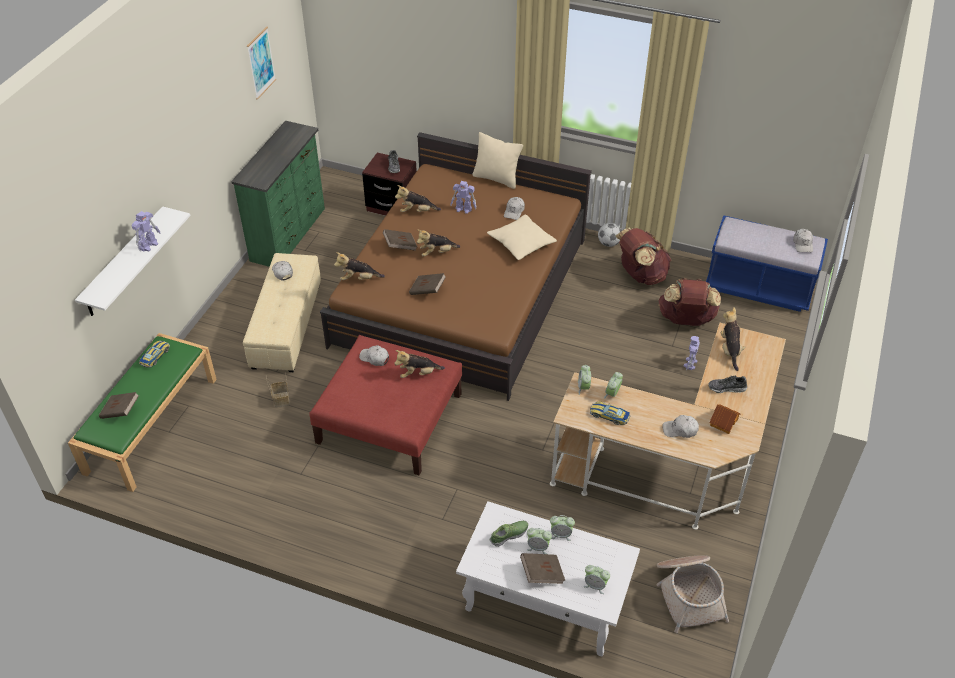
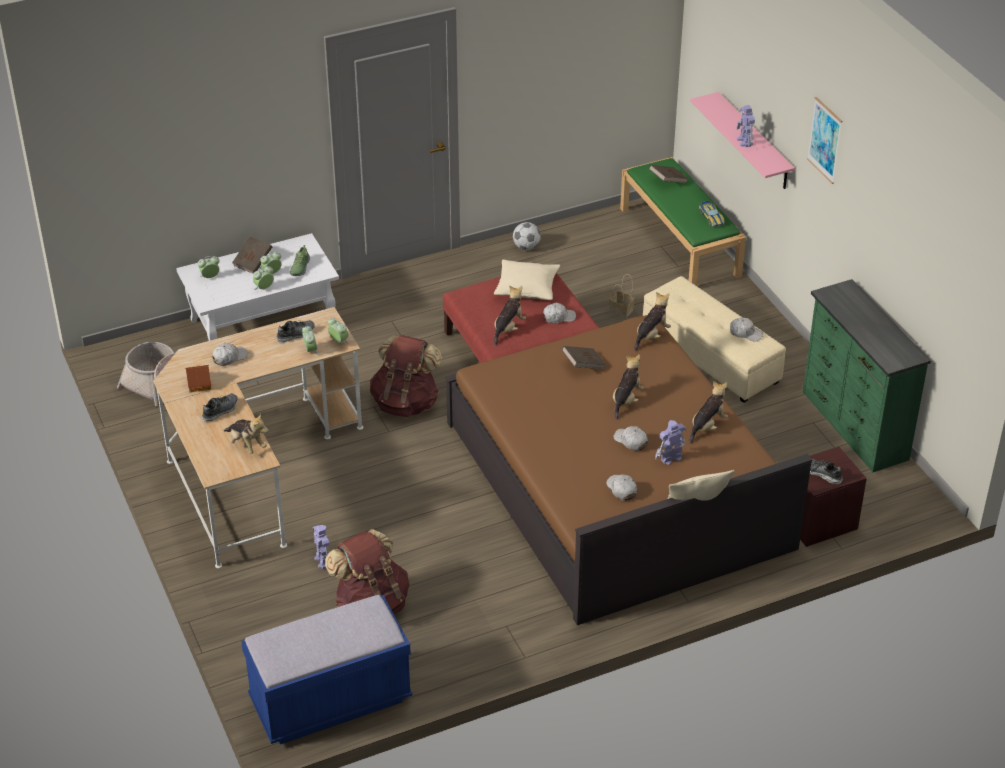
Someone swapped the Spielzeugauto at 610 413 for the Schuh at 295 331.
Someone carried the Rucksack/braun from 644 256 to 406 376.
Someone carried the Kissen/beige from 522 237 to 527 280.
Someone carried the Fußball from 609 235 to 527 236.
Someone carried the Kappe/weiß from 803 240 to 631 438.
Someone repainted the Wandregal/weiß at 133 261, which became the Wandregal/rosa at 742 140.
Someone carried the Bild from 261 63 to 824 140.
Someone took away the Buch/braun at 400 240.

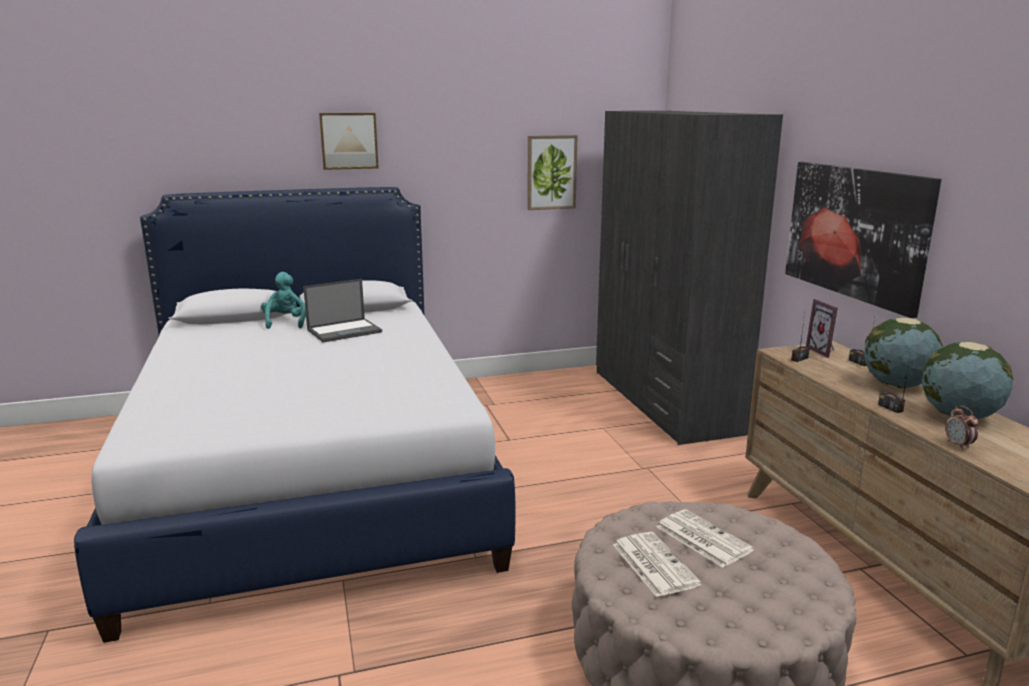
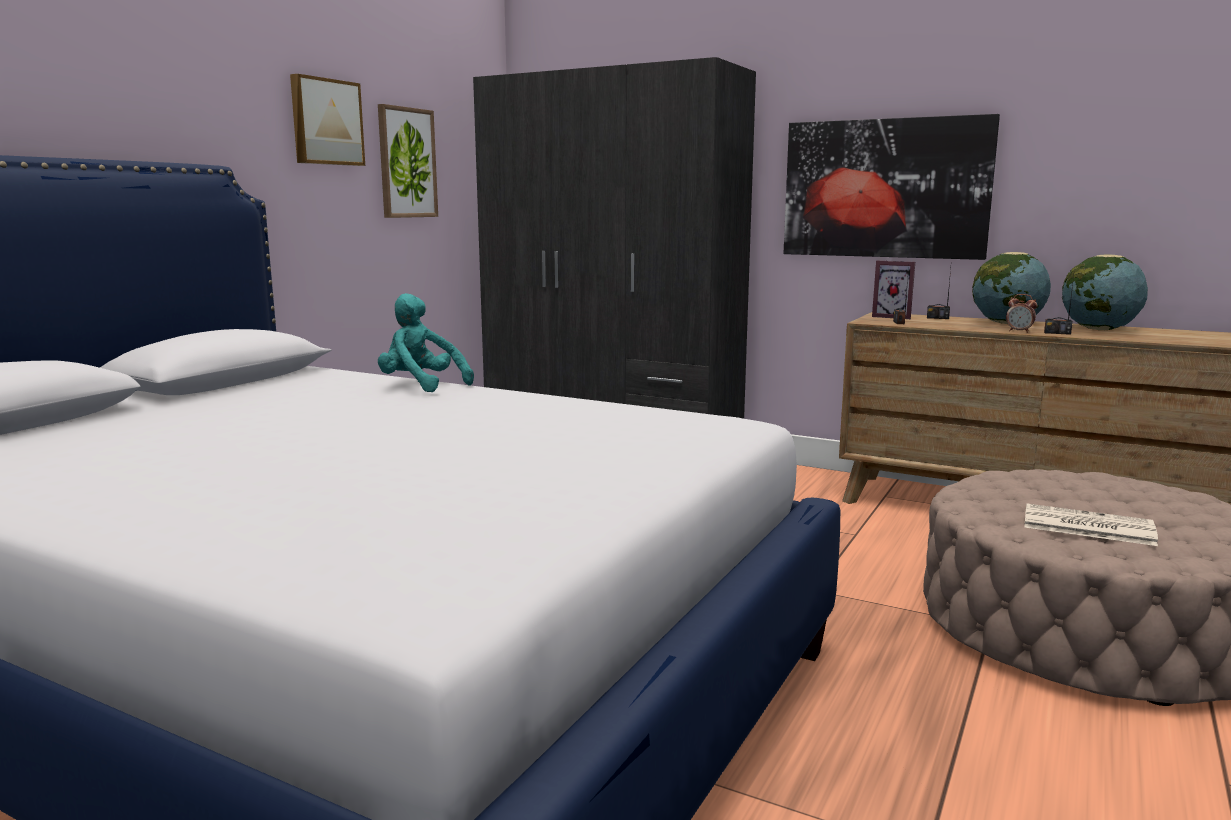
Someone carried the Bild from 349 141 to 327 120.
Someone carried the Plüschtier/türkis from 283 300 to 426 342.
Someone carried the Wecker from 961 428 to 1021 313.
Someone took away the Laptop at 342 311.
Someone took away the Zeitung at 705 538.

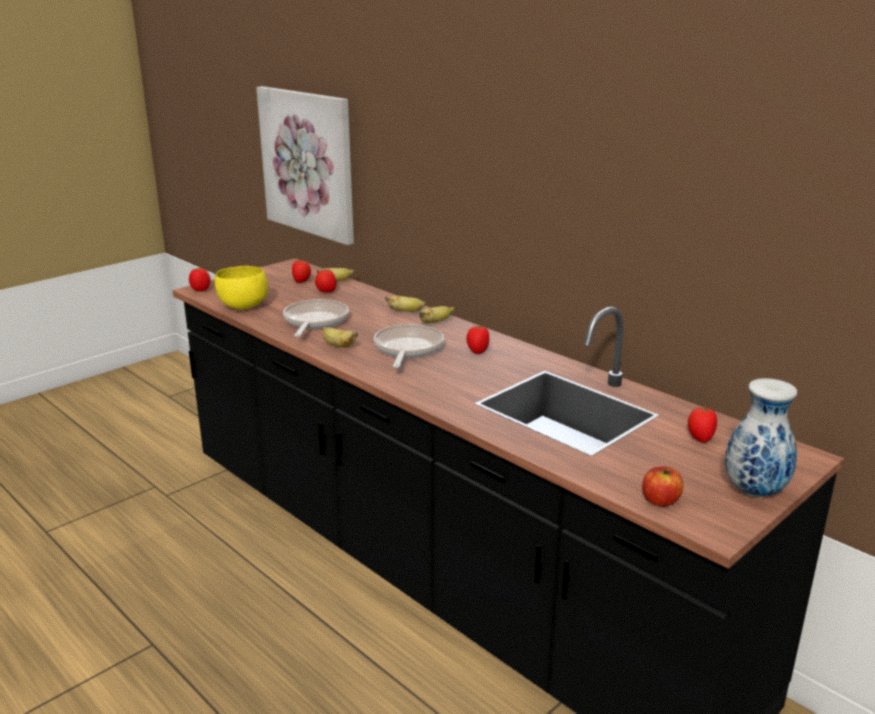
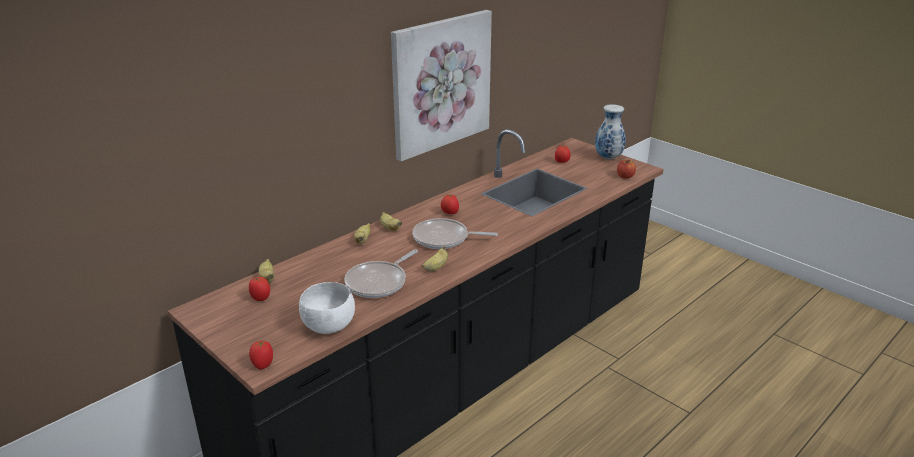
Someone repainted the Schüssel/gelb at 241 288, which became the Schüssel/weiß at 327 308.
Someone rotated the Pfanne at 316 318 by 60 degrees counterclockwise.
Someone carried the Bild from 305 165 to 441 85.
Someone took away the Tomate at 326 280.

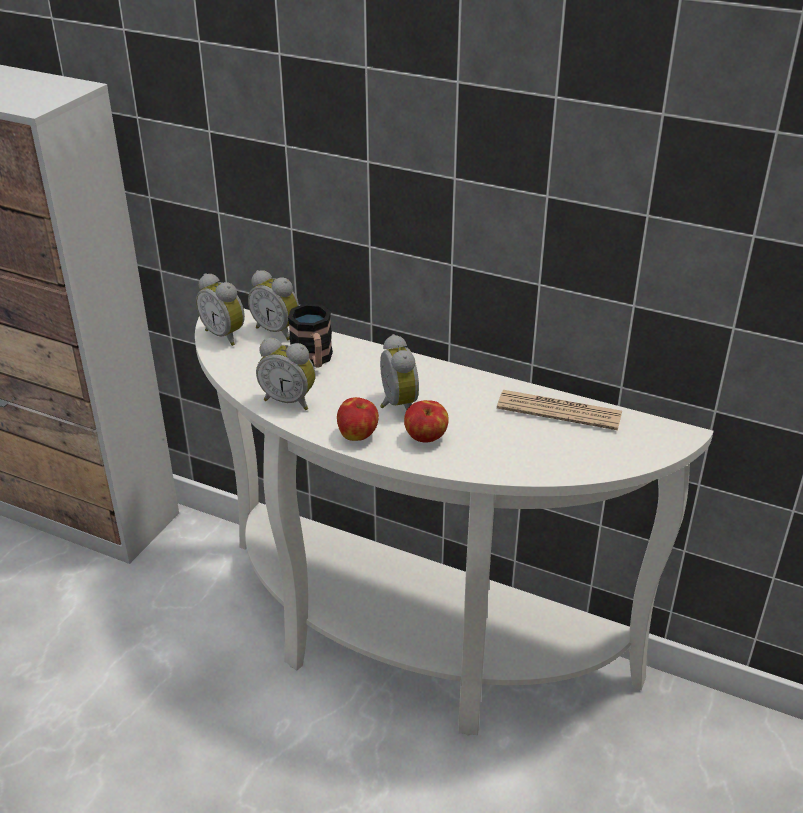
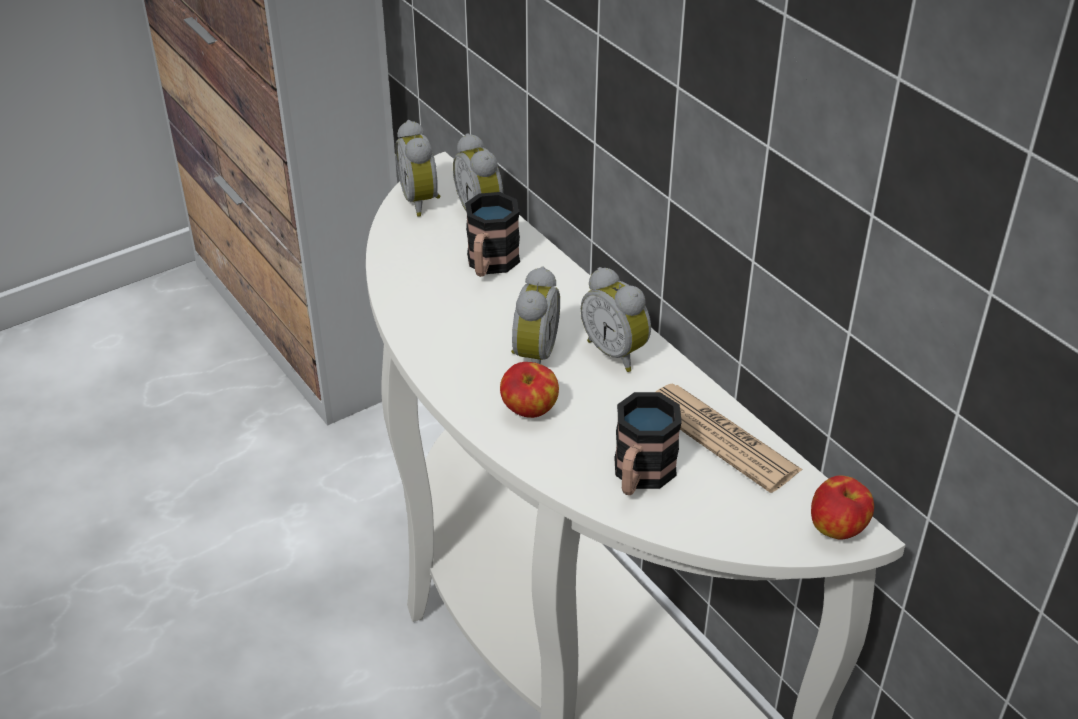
Someone carried the Wecker from 286 374 to 615 319.
Someone put down the Henkelbecher at 648 443.
Someone carried the Apfel from 358 419 to 842 507.

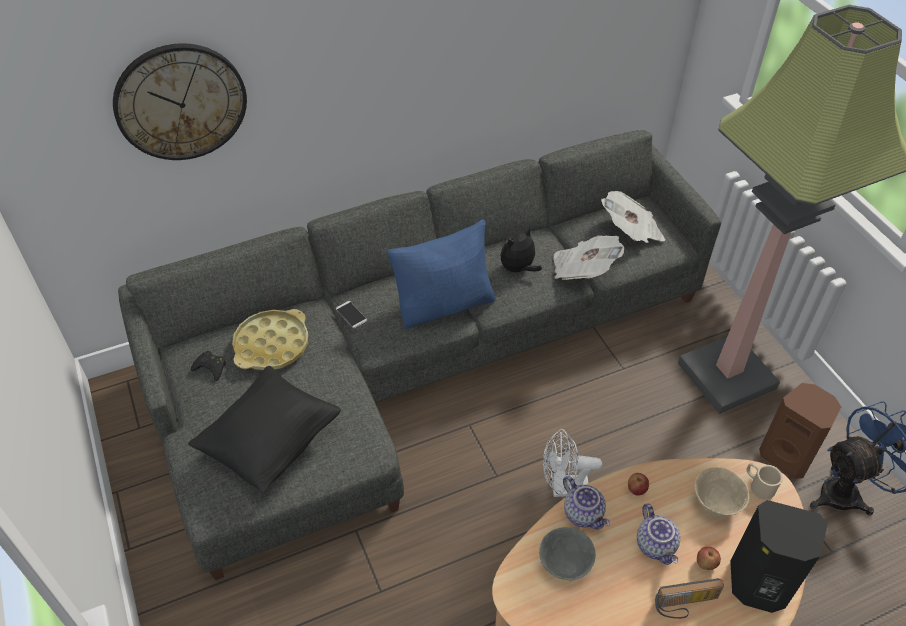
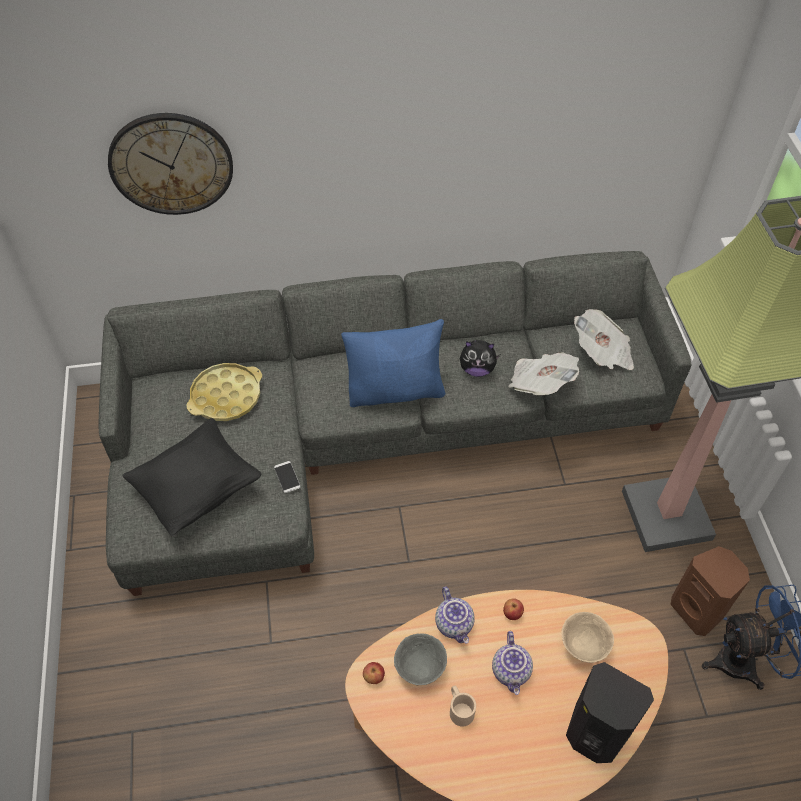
Someone carried the Handy from 351 314 to 287 477.
Someone carried the Apfel from 709 558 to 374 673.
Someone carried the Henkelbecher/beige from 765 481 to 463 706.
Someone rotated the Plüschtier at 521 250 by 150 degrees counterclockwise.
Someone took away the Gamepad/schwarz at 208 366.
Someone took away the Ventilator/weiß at 572 463.
Someone took away the Radio at 689 598.

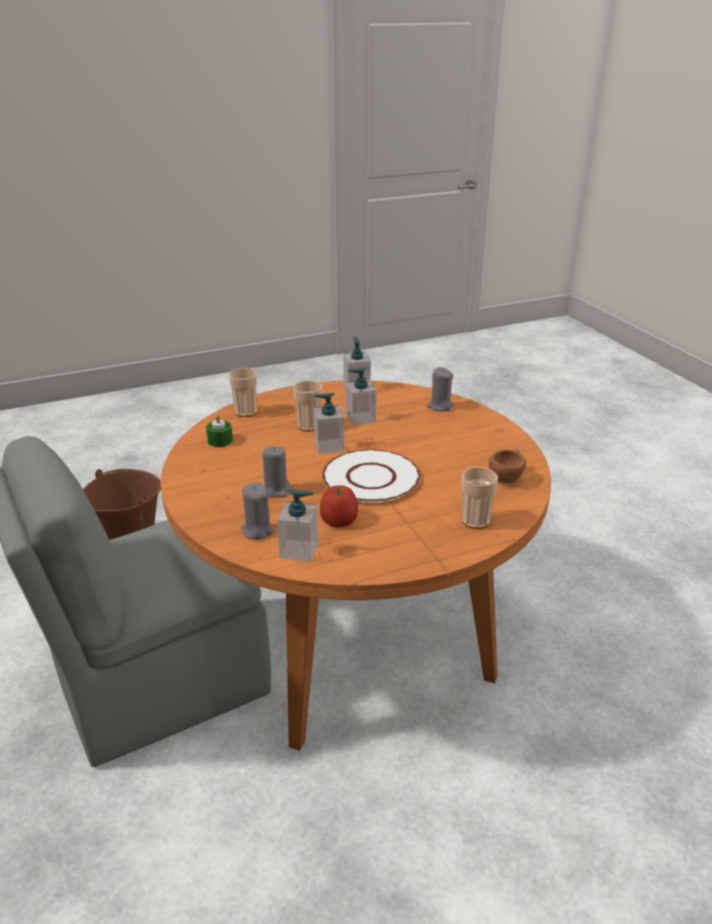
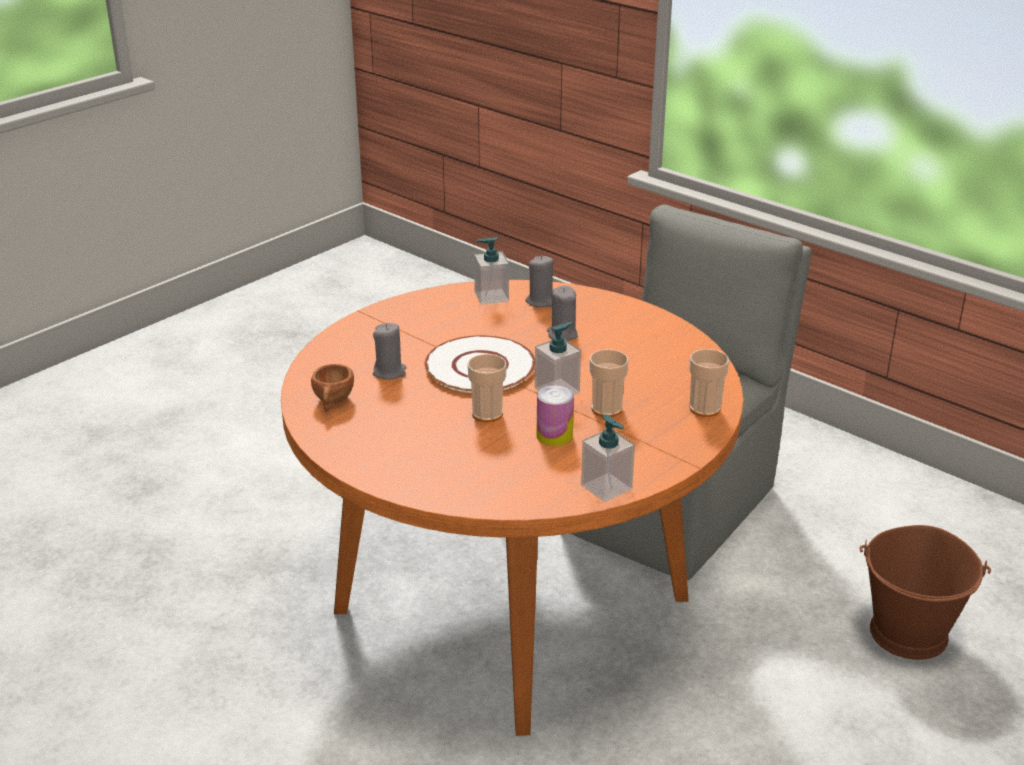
Someone carried the Kerze/grau from 440 389 to 389 351.
Someone carried the Tasse from 479 498 to 487 388.
Someone swapped the Seifenspender at 361 396 for the Dose at 555 415.
Someone took away the Kerze/grün at 219 430.
Someone took away the Apfel at 339 506.

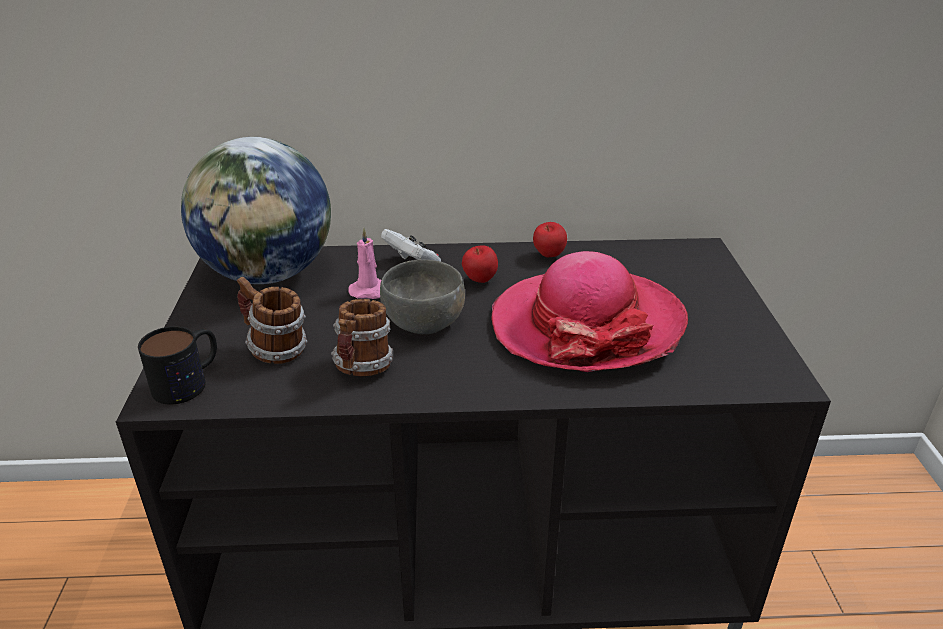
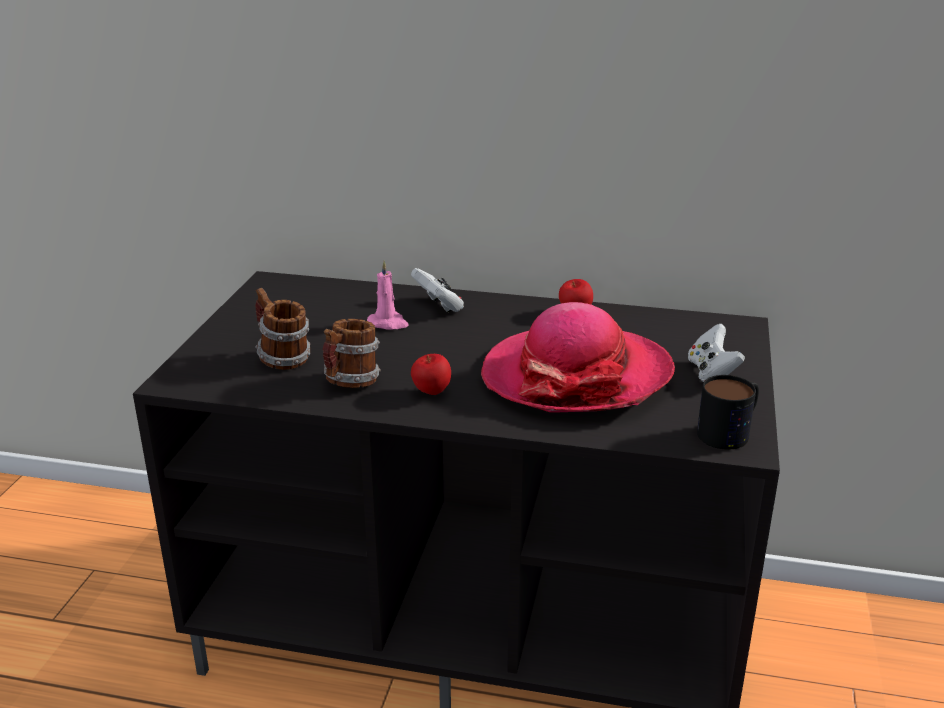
Someone carried the Apfel from 480 264 to 431 374.
Someone put down the Gamepad/weiß at 716 353.
Someone carried the Henkelbecher from 177 365 to 728 412.
Someone took away the Globus at 256 210.
Someone took away the Schüssel/grau at 422 297.

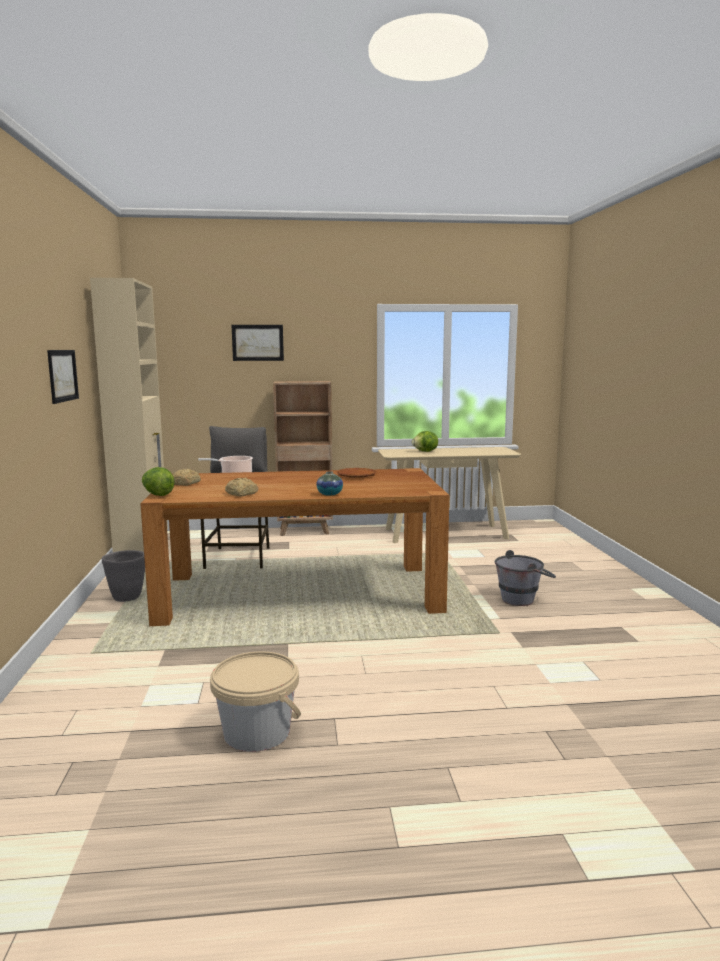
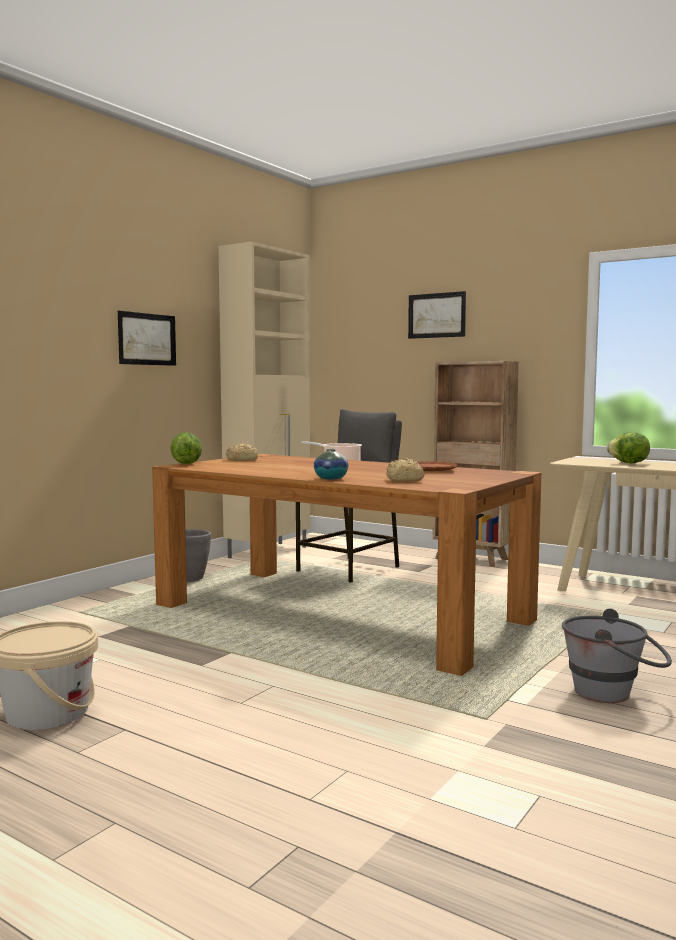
Someone carried the Brot from 242 487 to 406 470.

